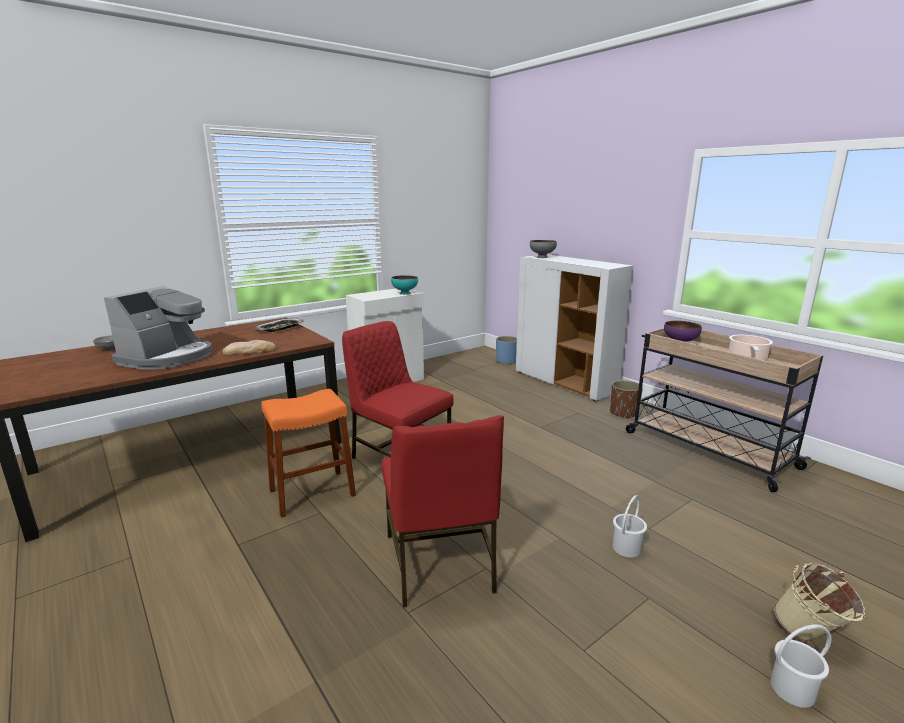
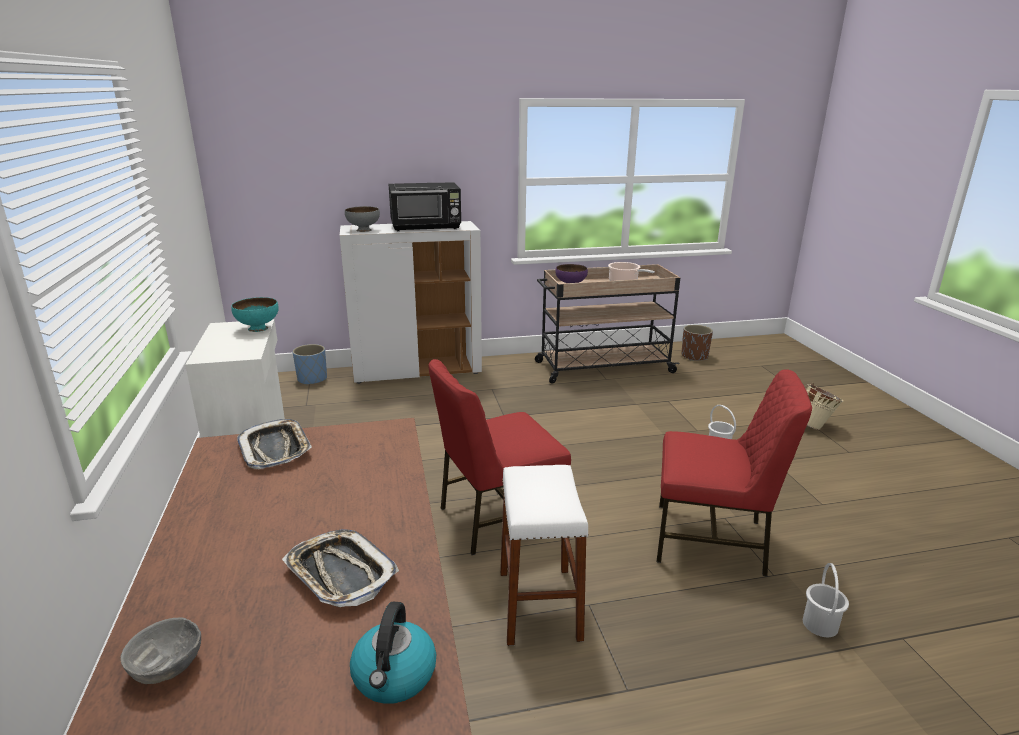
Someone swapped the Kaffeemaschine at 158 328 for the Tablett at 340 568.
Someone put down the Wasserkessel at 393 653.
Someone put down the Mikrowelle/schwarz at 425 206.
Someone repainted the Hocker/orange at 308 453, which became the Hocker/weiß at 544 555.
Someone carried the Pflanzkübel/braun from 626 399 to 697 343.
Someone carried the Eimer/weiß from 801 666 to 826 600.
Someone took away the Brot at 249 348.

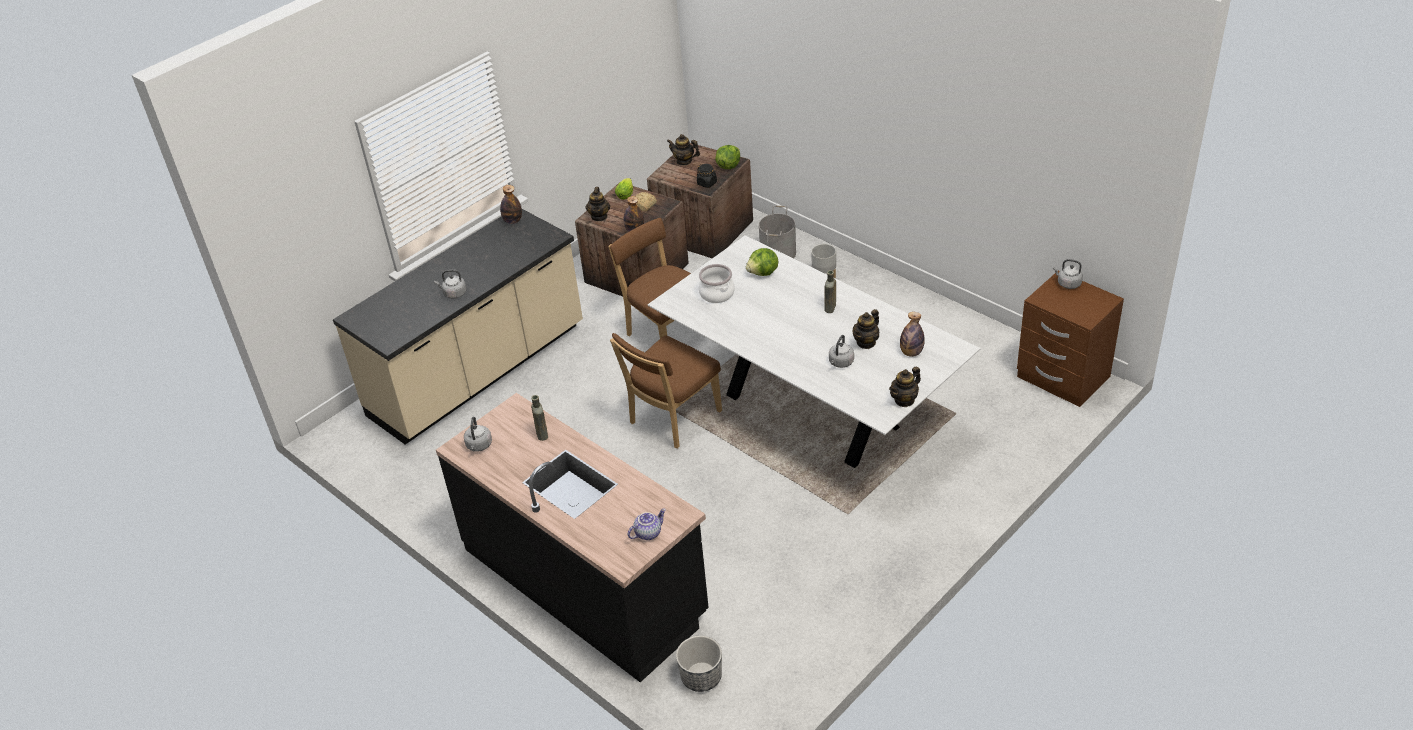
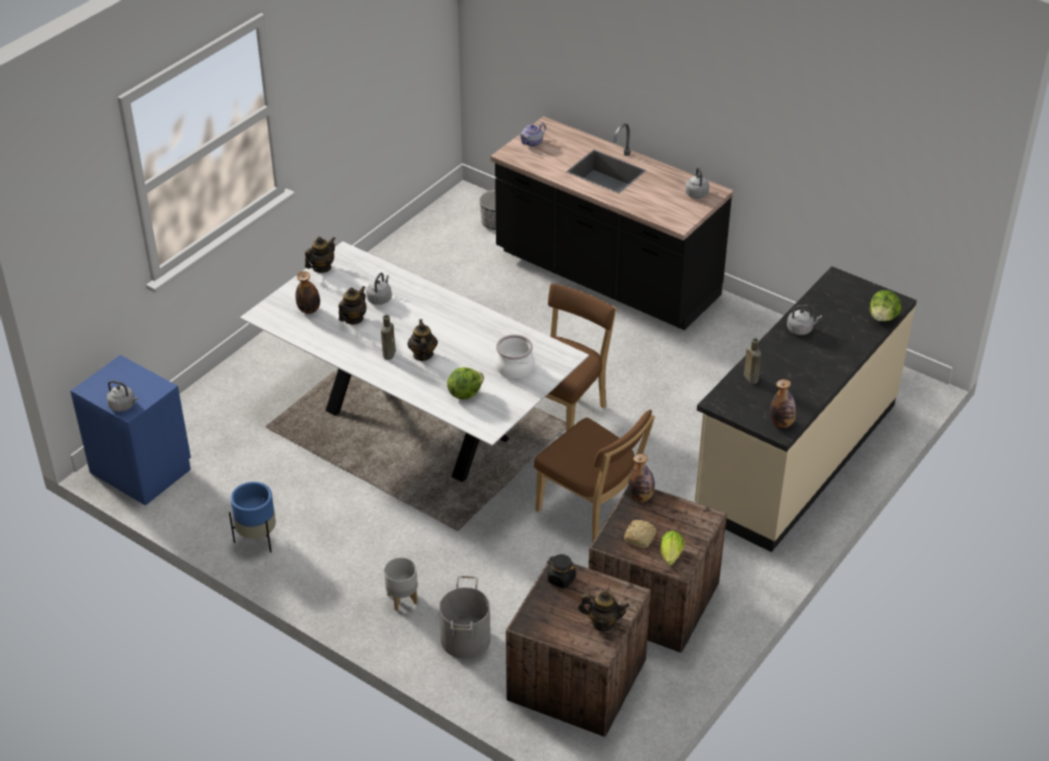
Someone repainted the Nachttisch/braun at 1070 339, which became the Nachttisch/blau at 130 430.
Someone put down the Pflanzkübel/blau at 252 517.
Someone carried the Teekanne from 598 204 to 422 340.
Someone carried the Flasche/braun from 539 418 to 752 361.
Someone carried the Salatkopf from 727 157 to 885 305.

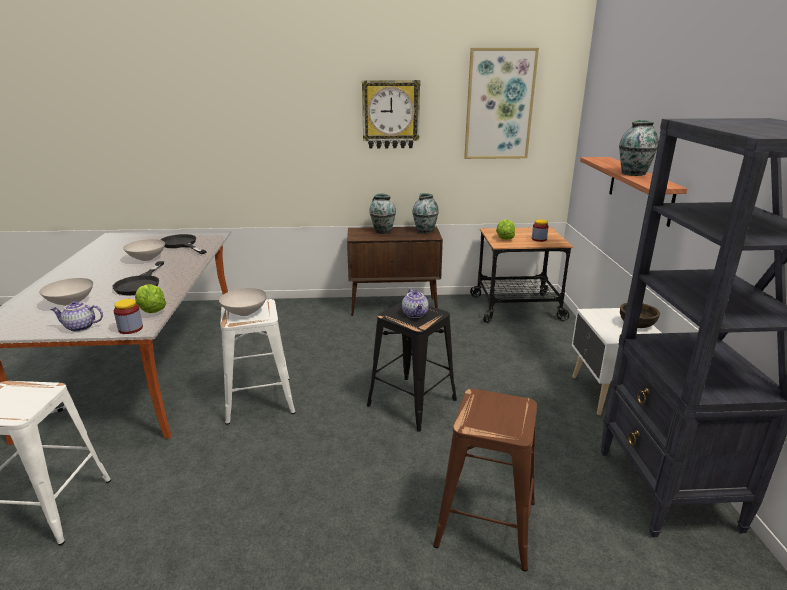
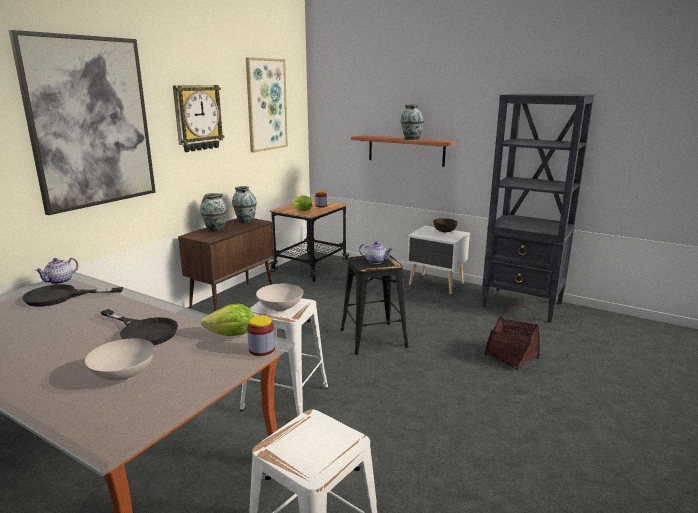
Someone put up the Bild at 82 122.
Someone carried the Teekanne from 76 316 to 56 271.
Someone swapped the Hocker/braun at 485 480 for the Korb at 512 337.
Someone took away the Schüssel/weiß at 144 250.

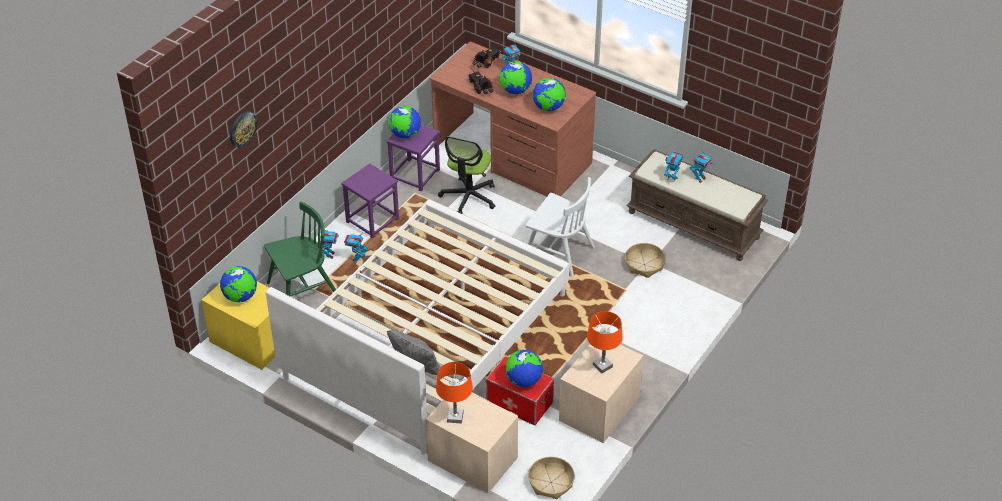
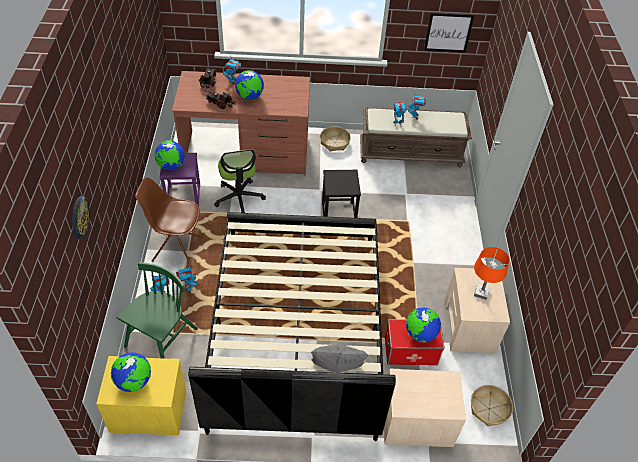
Someone swapped the Hocker/lila at 370 201 for the Stuhl/braun at 169 222.
Someone repainted the Bett/weiß at 417 327, which became the Bett/schwarz at 292 326.
Someone carried the Korb from 645 260 to 335 139.
Someone swapped the Stuhl/weiß at 560 227 for the Hocker/schwarz at 341 194.
Someone put up the Bild at 449 33.
Someone took away the Tischlampe/orange at 454 393.
Someone took away the Globus at 549 94.

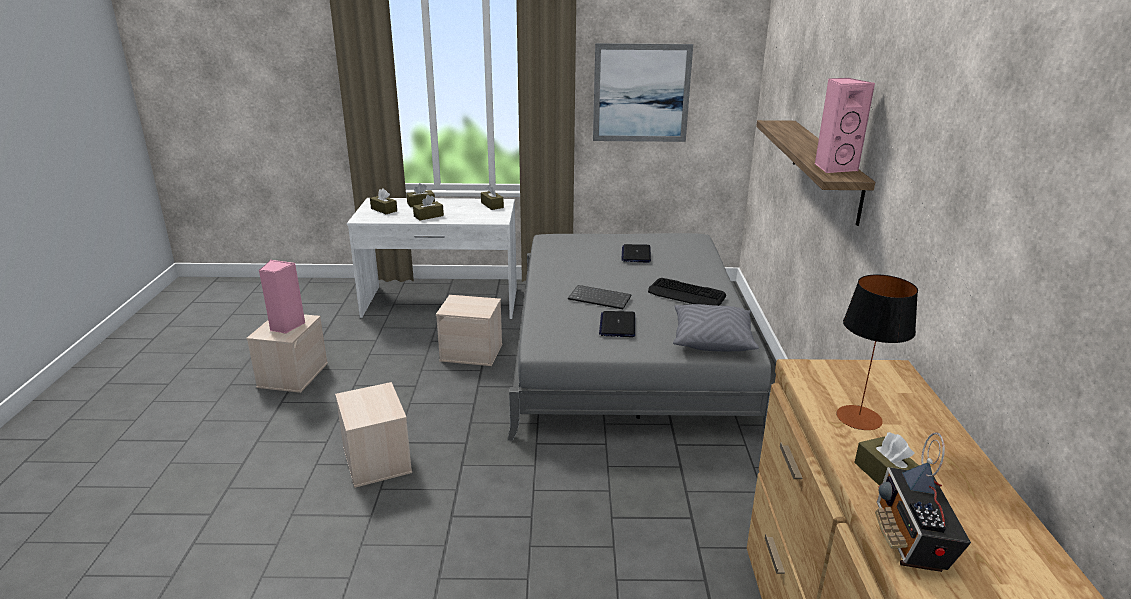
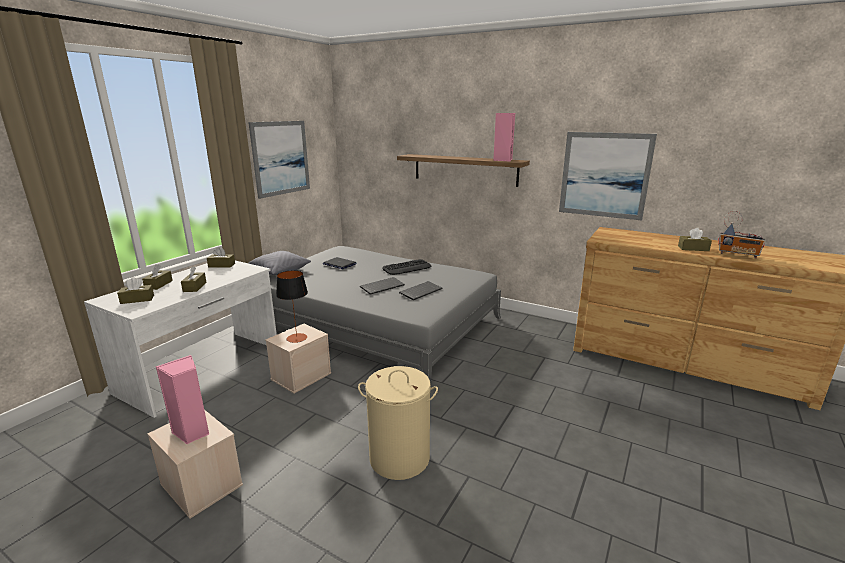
Someone carried the Kissen/grau from 716 327 to 279 263.
Someone carried the Tischlampe from 877 352 to 292 306.
Someone swapped the Aufbewahrungsbox/beige at 373 435 for the Wäschekorb/beige at 398 423.
Someone swapped the Laptop at 617 324 for the Tastatur at 421 290.
Someone put up the Bild at 608 176.

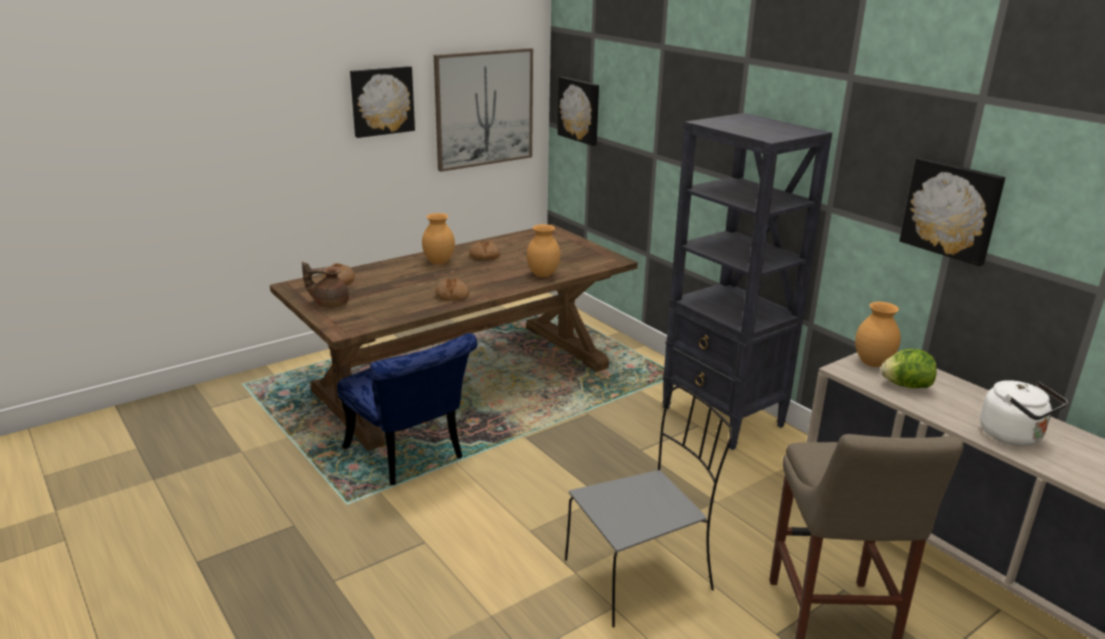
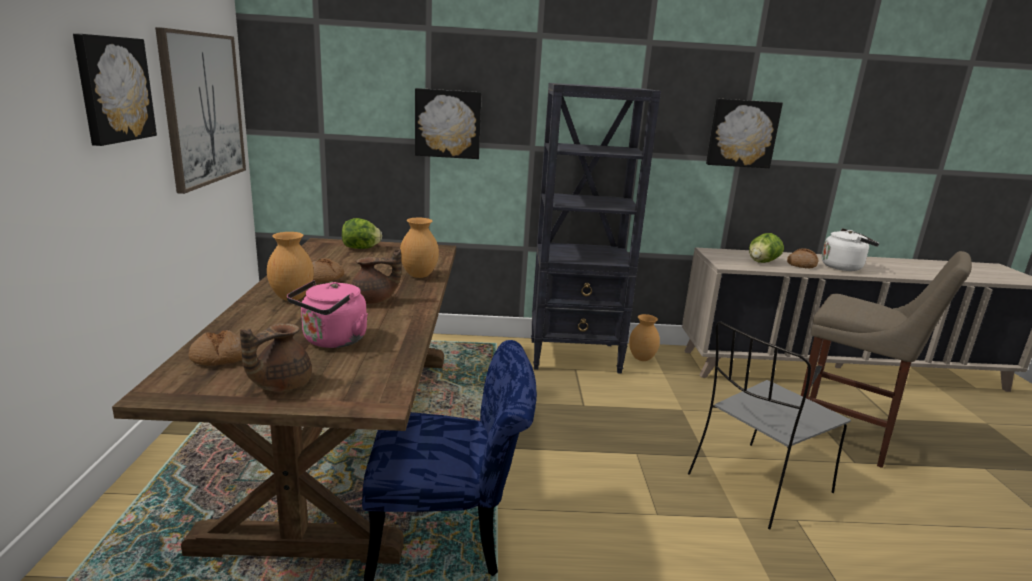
Someone put down the Wasserkessel/rosa at 327 314.
Someone put down the Salatkopf at 362 233.
Someone put down the Teekanne/braun at 376 277.
Someone carried the Bild from 578 111 to 448 123.
Someone carried the Vase/braun from 878 334 to 644 337.
Someone rotated the Stuhl/grau at 649 506 by 135 degrees counterclockwise.
Someone carried the Brot from 452 289 to 802 258.

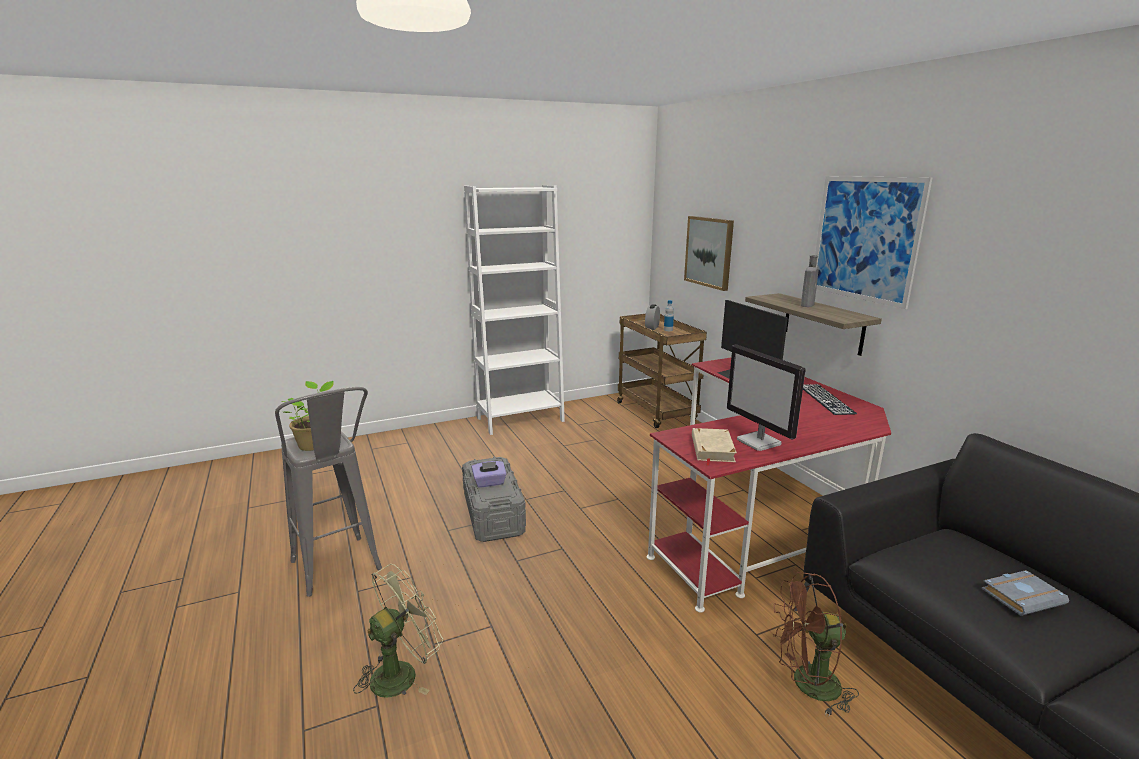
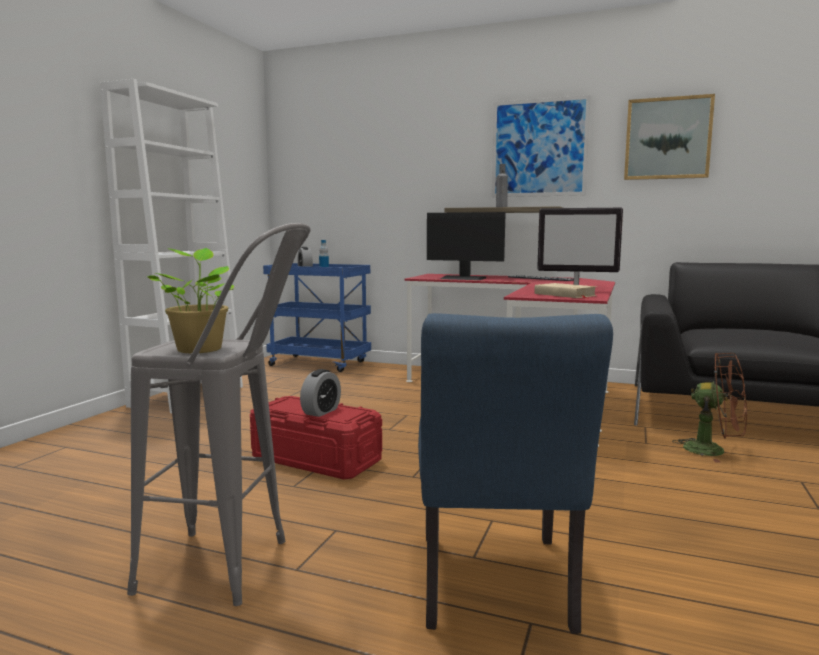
Someone repainted the Aufbewahrungsbox/grau at 494 499, which became the Aufbewahrungsbox/rot at 316 437.
Someone repainted the Rollwagen/braun at 662 371, which became the Rollwagen/blau at 317 317.
Someone swapped the Taschentuchbox/lila at 488 474 for the Wecker at 320 393.
Someone swapped the Ventilator/grün at 398 631 for the Stuhl/blau at 515 473.
Someone carried the Bild from 709 253 to 669 137.
Someone rotated the Ventilator/braun at 816 643 by 105 degrees counterclockwise.
Someone took away the Buch/grau at 1025 593.

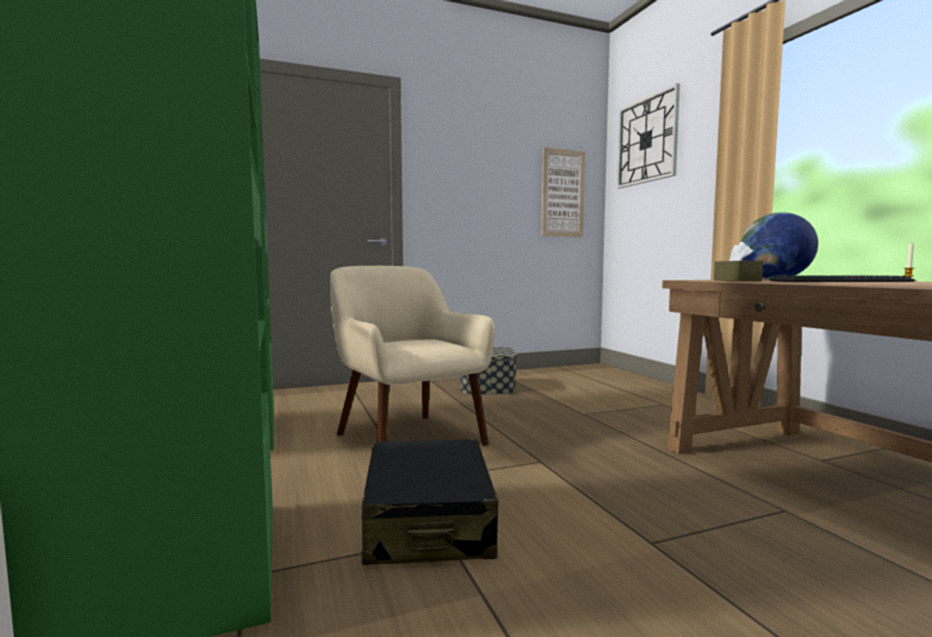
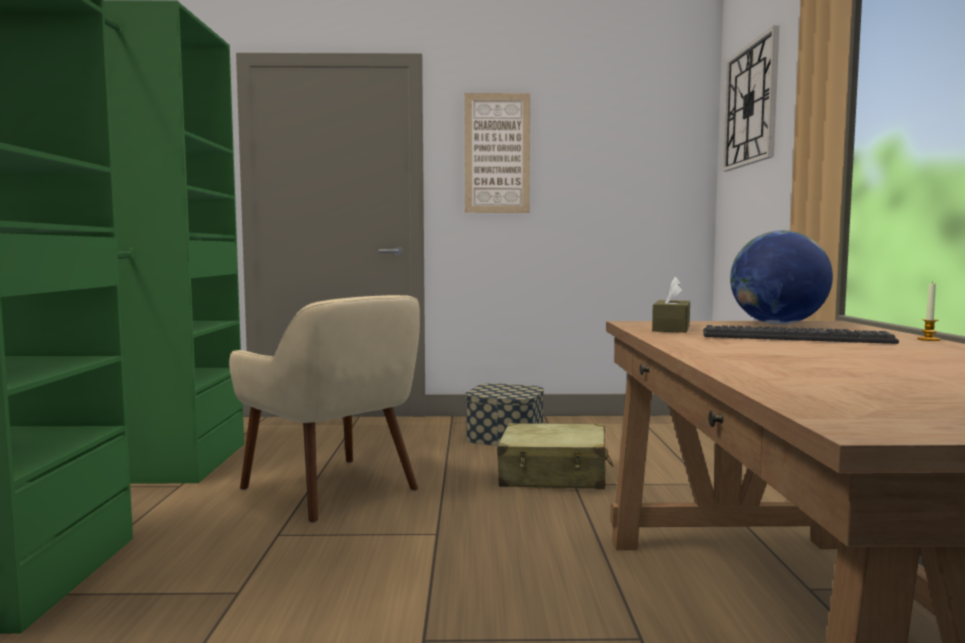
Someone rotated the Sessel/beige at 412 356 by 150 degrees clockwise.
Someone carried the Bild from 563 192 to 497 153.
Someone put down the Koffer/beige at 555 456.
Someone took away the Koffer/schwarz at 430 502.

